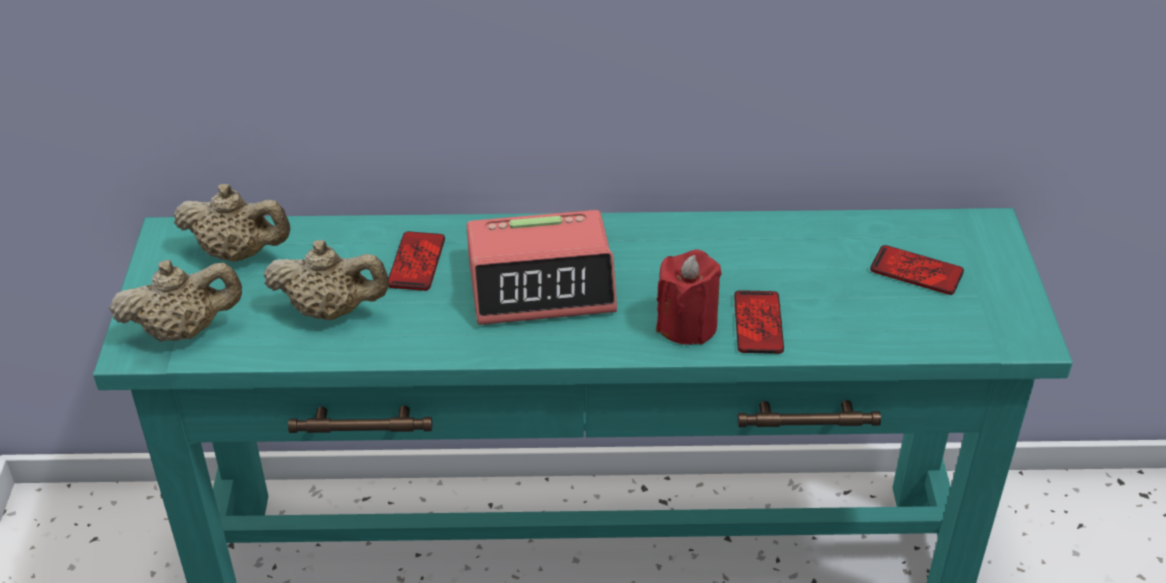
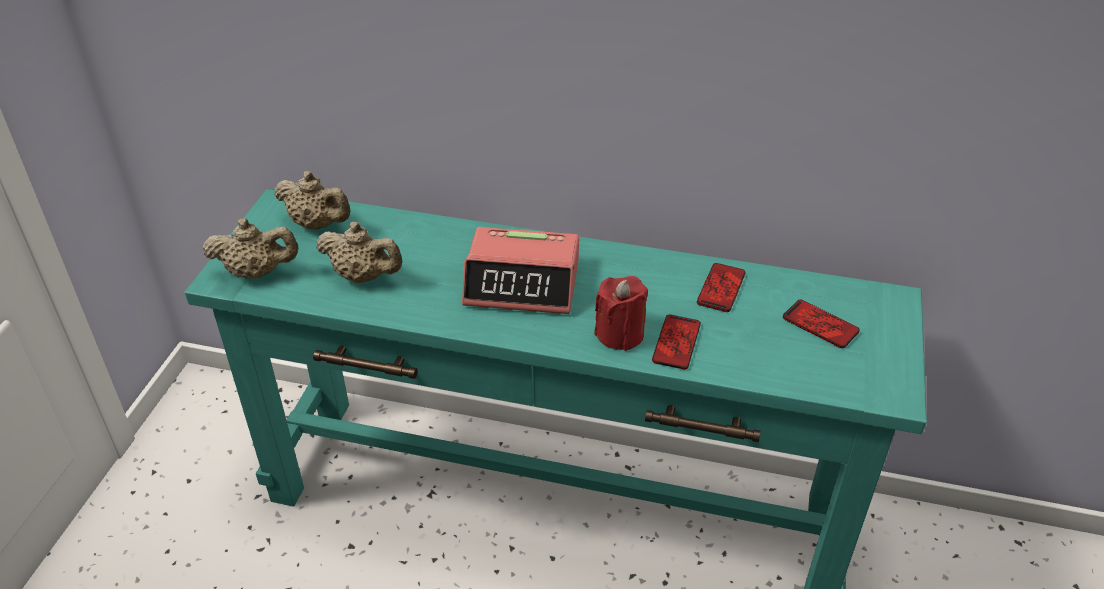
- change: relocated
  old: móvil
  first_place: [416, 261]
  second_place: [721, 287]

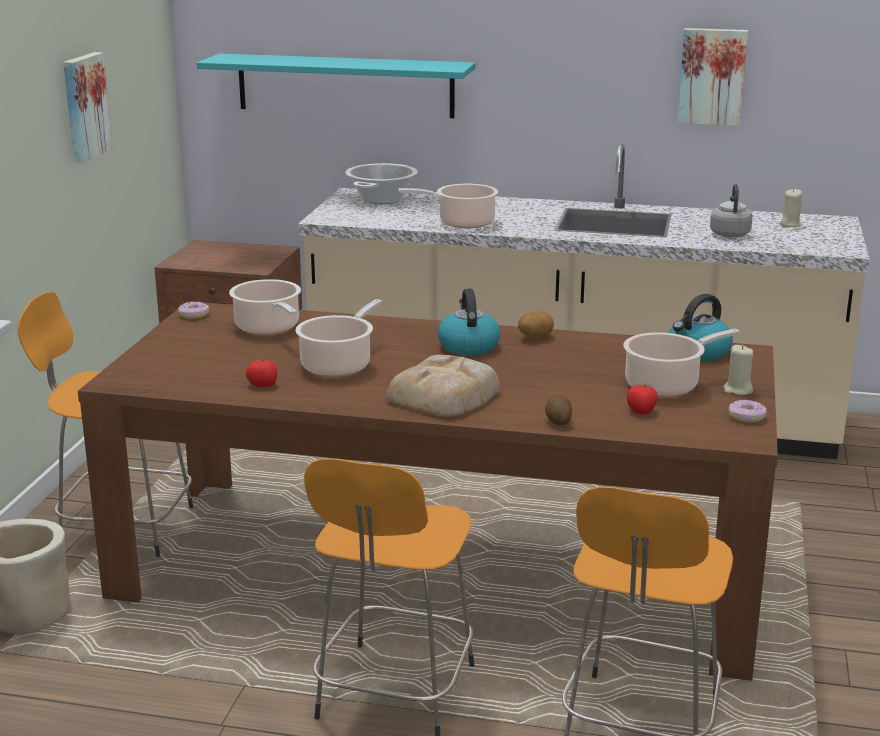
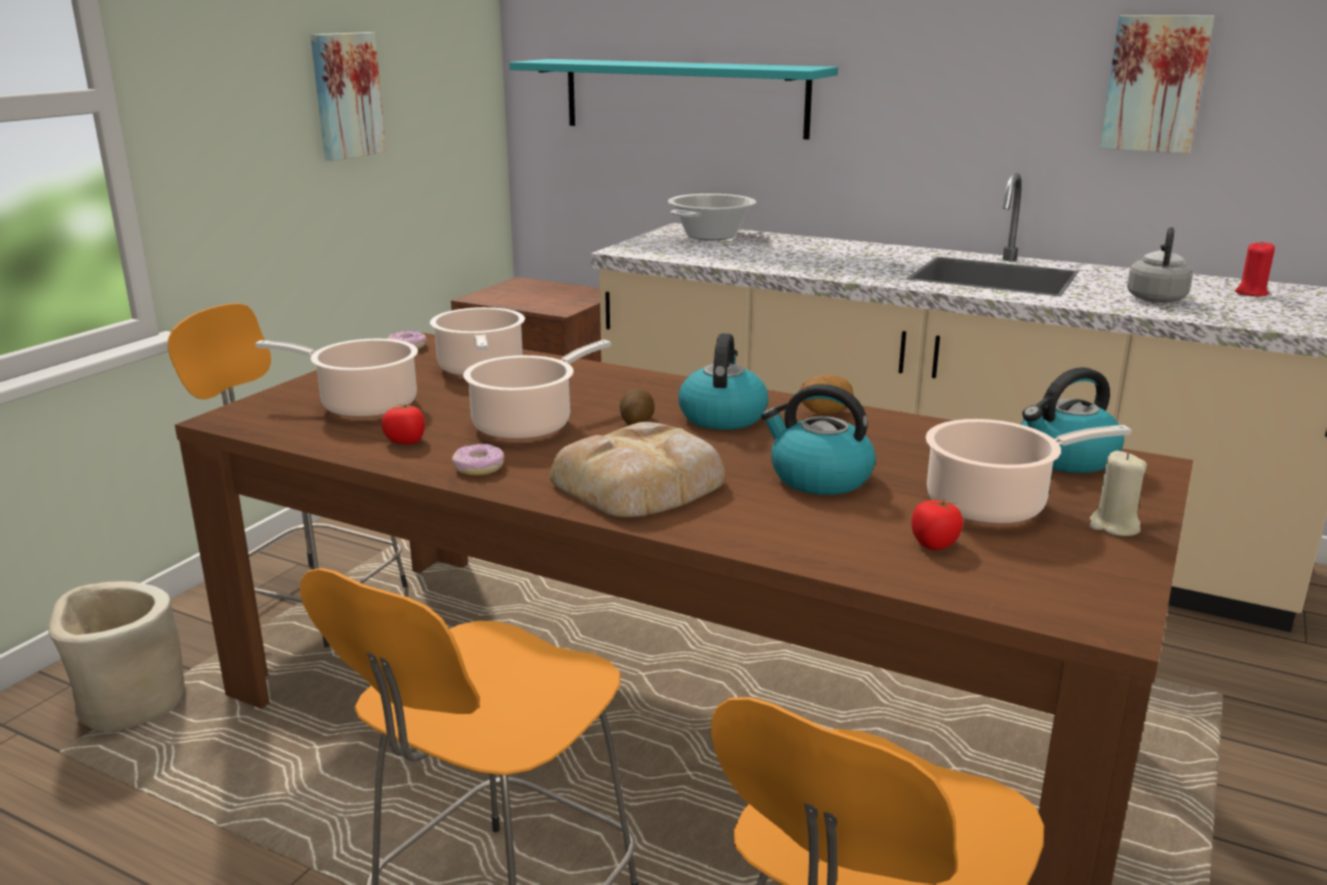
- change: relocated
  old: olla
  first_place: [448, 206]
  second_place: [336, 378]
- change: colour
  old: vela [beis]
  new: vela [rojo]
  first_place: [790, 208]
  second_place: [1255, 268]
- change: relocated
  old: patata
  first_place: [558, 410]
  second_place: [636, 407]
- change: relocated
  old: rosquilla
  first_place: [747, 411]
  second_place: [478, 460]
- change: appeared
  new: hervidor
  second_place: [818, 439]

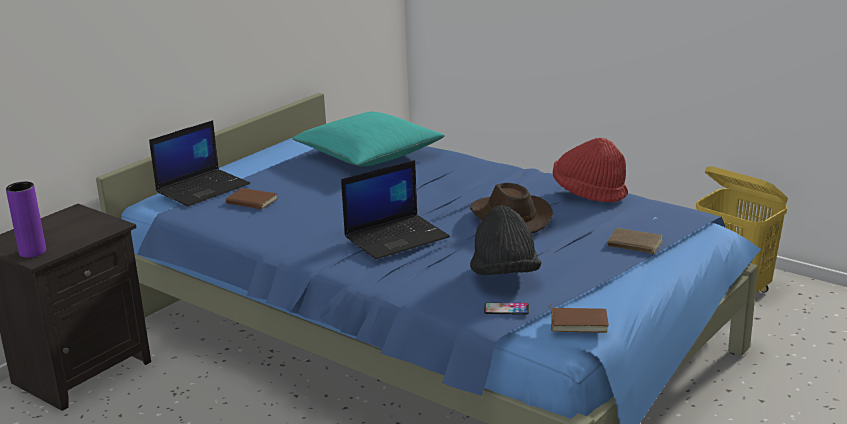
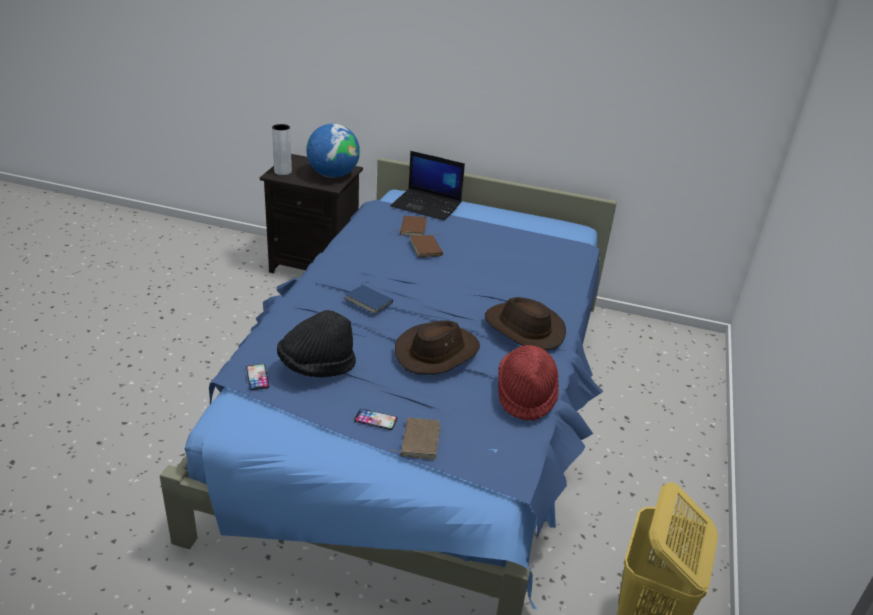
- change: missing
  old: cojín [turquesa]
  first_place: [368, 138]
- change: exchanged
  old: portátil
  new: libro [azul]
  first_place: [395, 209]
  second_place: [369, 298]
- change: colour
  old: florero [morado]
  new: florero [gris]
  first_place: [26, 220]
  second_place: [282, 149]
- change: relocated
  old: libro [marrón]
  first_place: [579, 318]
  second_place: [426, 246]
- change: appeared
  new: globo terráqueo
  second_place: [333, 151]
- change: appeared
  new: sombrero [marrón]
  second_place: [525, 323]
- change: appeared
  new: móvil
  second_place: [375, 419]

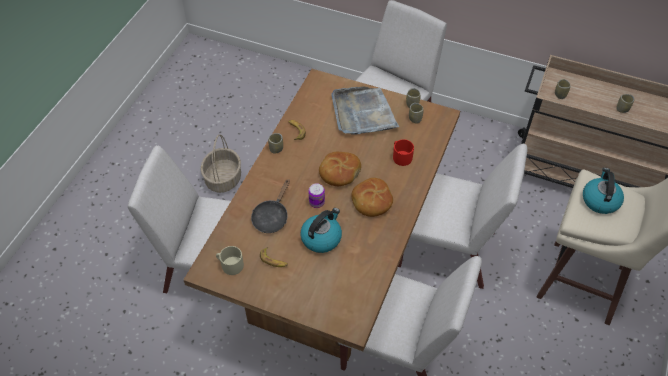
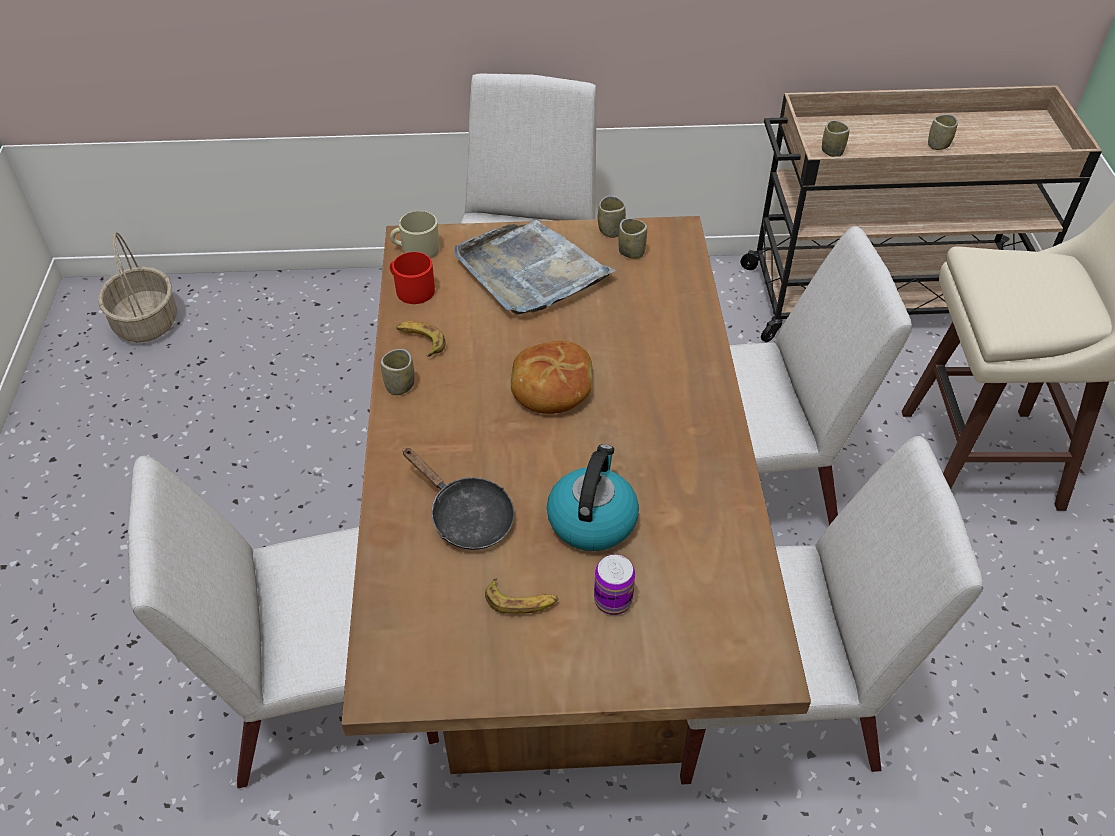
- change: relocated
  old: cesta
  first_place: [220, 163]
  second_place: [137, 287]
- change: relocated
  old: taza grande [rojo]
  first_place: [403, 152]
  second_place: [412, 278]
- change: missing
  old: hervidor
  first_place: [603, 191]
- change: missing
  old: pan
  first_place: [372, 197]
- change: spun
  old: sartén [negro]
  first_place: [270, 206]
  second_place: [458, 499]
  degrees: -45
- change: relocated
  old: lata
  first_place: [316, 195]
  second_place: [614, 585]
- change: relocated
  old: taza grande [beis]
  first_place: [230, 260]
  second_place: [415, 235]

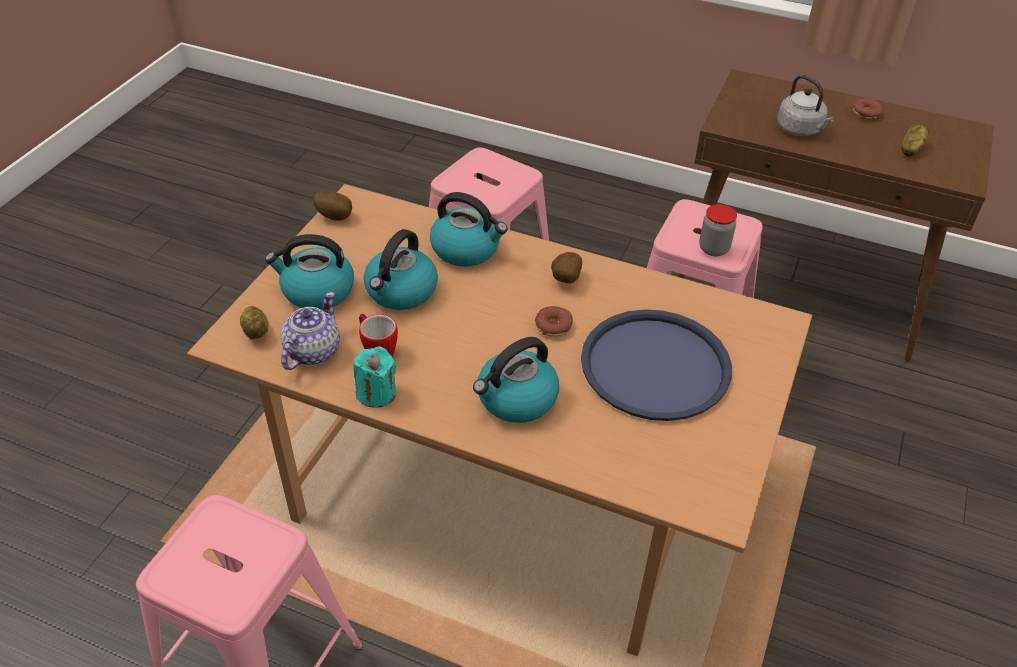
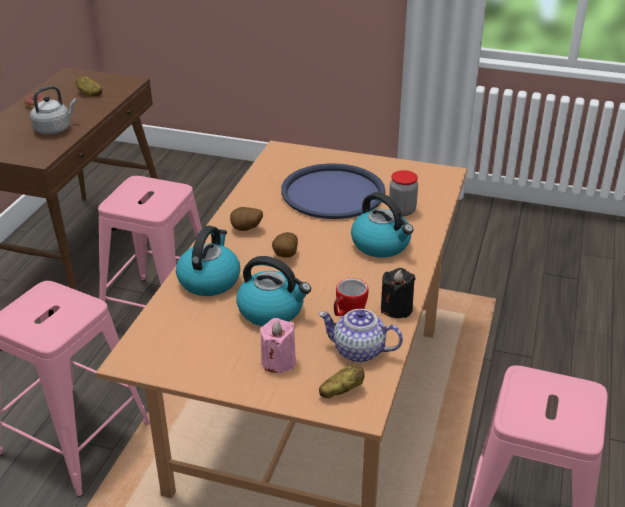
- change: relocated
  old: patata
  first_place: [332, 206]
  second_place: [285, 245]
- change: relocated
  old: tarro
  first_place: [718, 230]
  second_place: [403, 193]
- change: exchanged
  old: hervidor
  new: vela [rosa]
  first_place: [309, 272]
  second_place: [278, 345]
- change: missing
  old: rosquilla
  first_place: [554, 321]
- change: colour
  old: vela [turquesa]
  new: vela [negro]
  first_place: [375, 377]
  second_place: [398, 293]

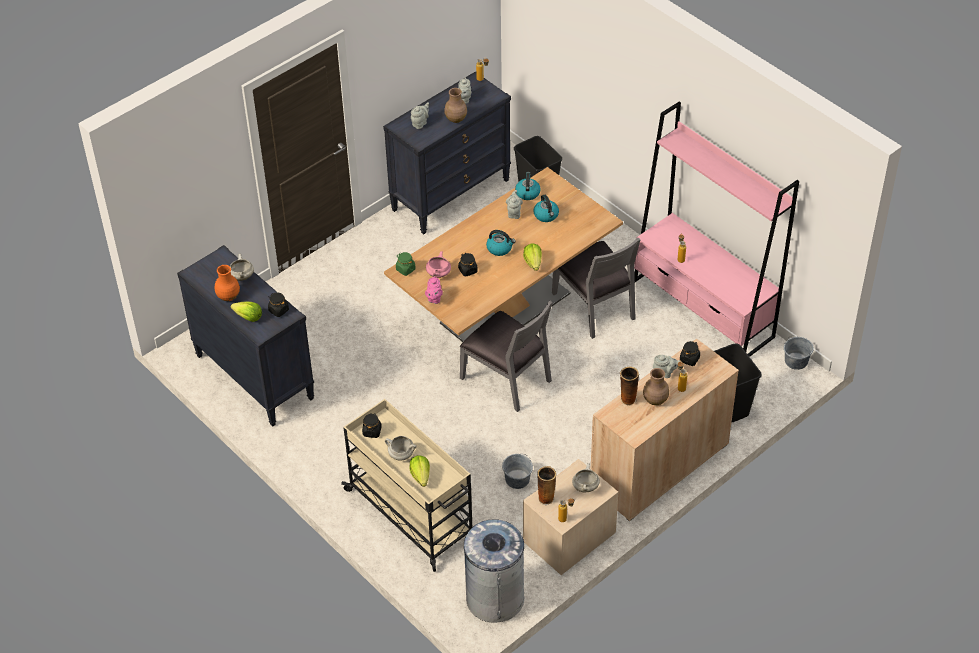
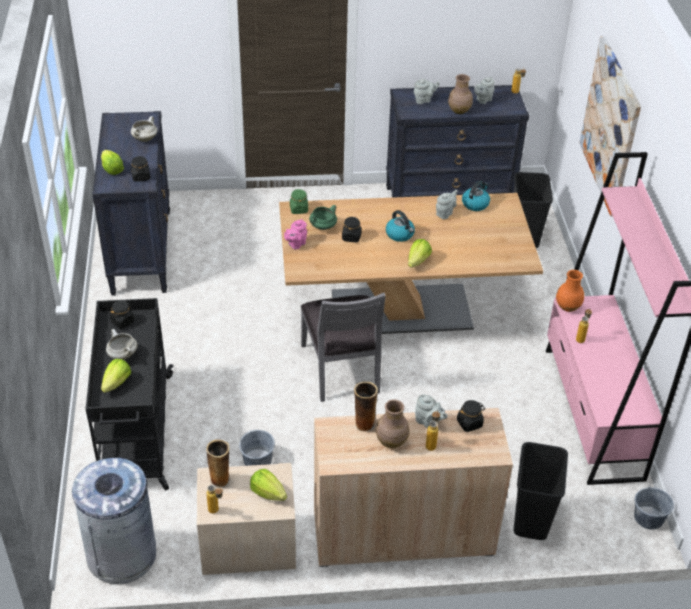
- change: missing
  old: hervidor
  first_place: [546, 208]
- change: missing
  old: silla [gris]
  first_place: [596, 288]
- change: colour
  old: olla [rosa]
  new: olla [verde]
  first_place: [438, 264]
  second_place: [323, 217]
- change: relocated
  old: florero [naranja]
  first_place: [227, 283]
  second_place: [570, 291]
- change: colour
  old: carrito [beis]
  new: carrito [negro]
  first_place: [406, 485]
  second_place: [130, 394]
- change: exchanged
  old: olla [blanco]
  new: lechuga
  first_place: [586, 477]
  second_place: [268, 485]
- change: appeared
  new: cuadro
  second_place: [610, 126]

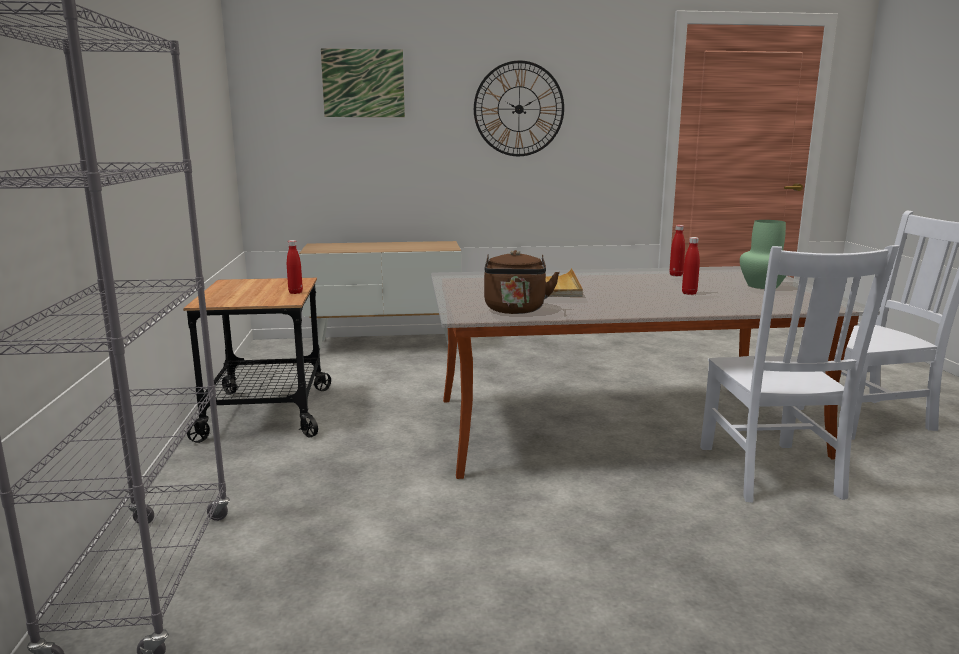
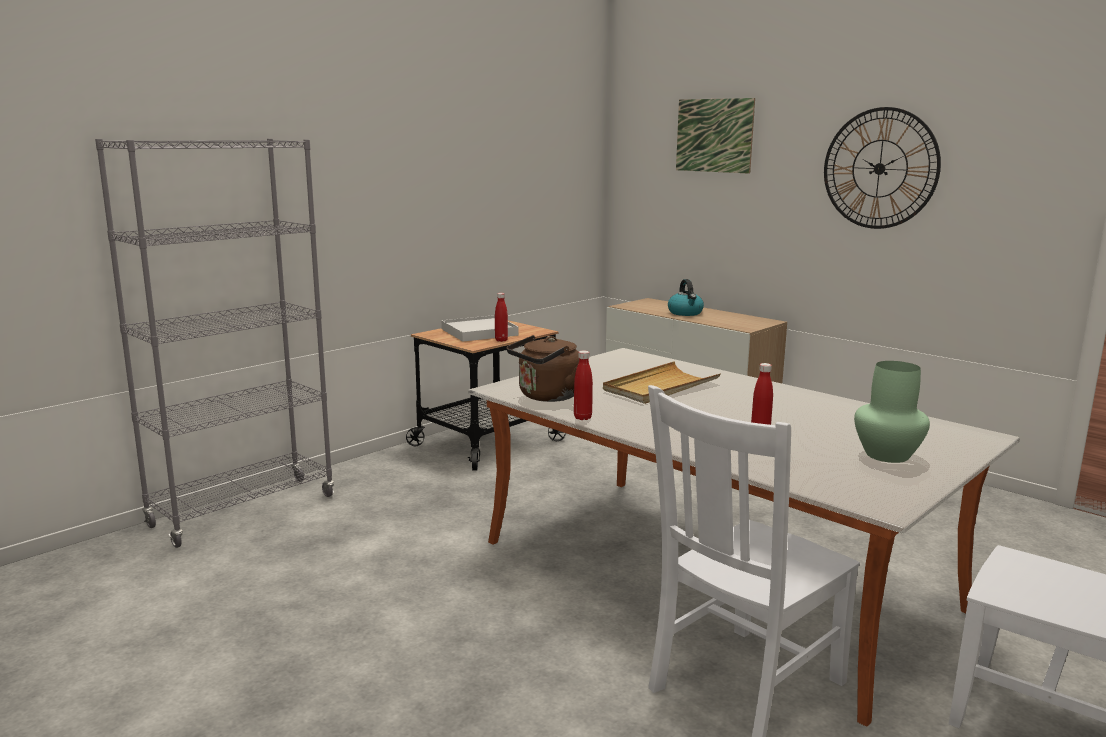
- change: relocated
  old: botella [rojo]
  first_place: [677, 250]
  second_place: [583, 385]
- change: appeared
  new: hervidor
  second_place: [686, 297]
- change: appeared
  new: bandeja [blanco]
  second_place: [480, 328]

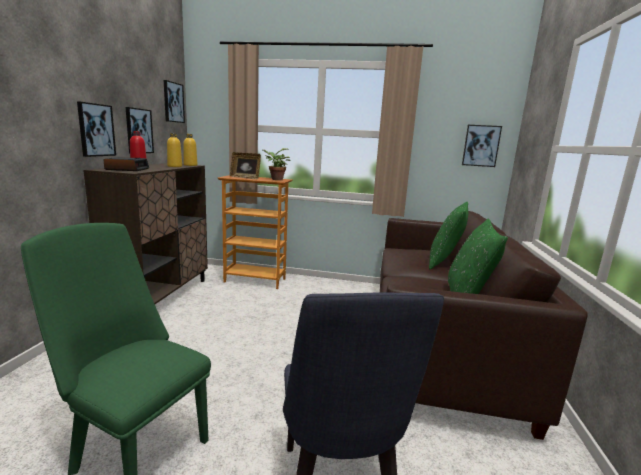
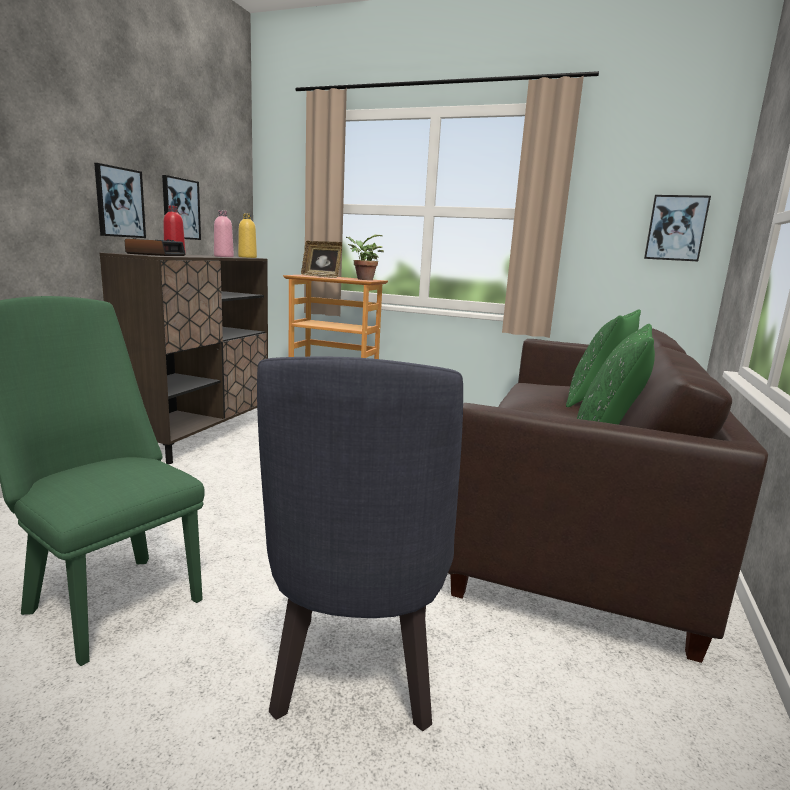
- change: missing
  old: cuadro
  first_place: [174, 101]
- change: colour
  old: botella [amarillo]
  new: botella [rosa]
  first_place: [174, 150]
  second_place: [224, 233]

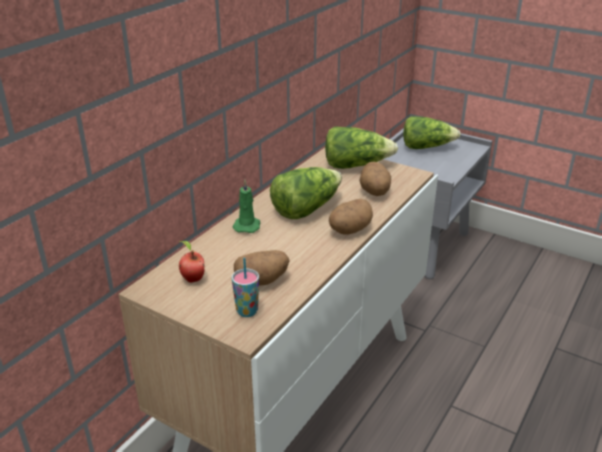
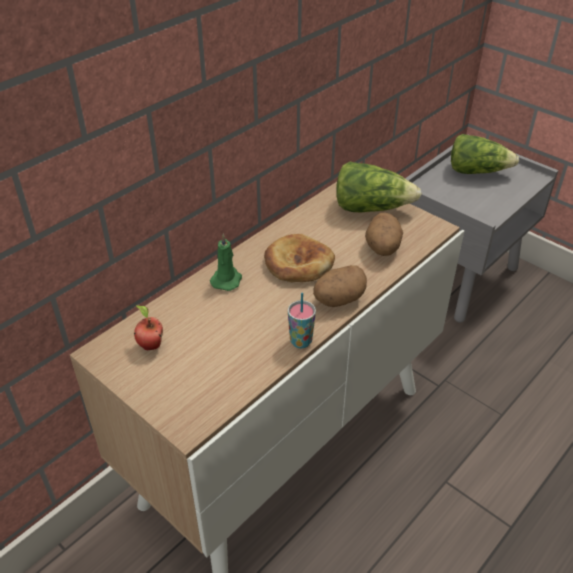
- change: exchanged
  old: lechuga
  new: pan
  first_place: [306, 193]
  second_place: [299, 258]
- change: missing
  old: patata
  first_place: [262, 268]
- change: relocated
  old: taza
  first_place: [245, 287]
  second_place: [302, 320]

